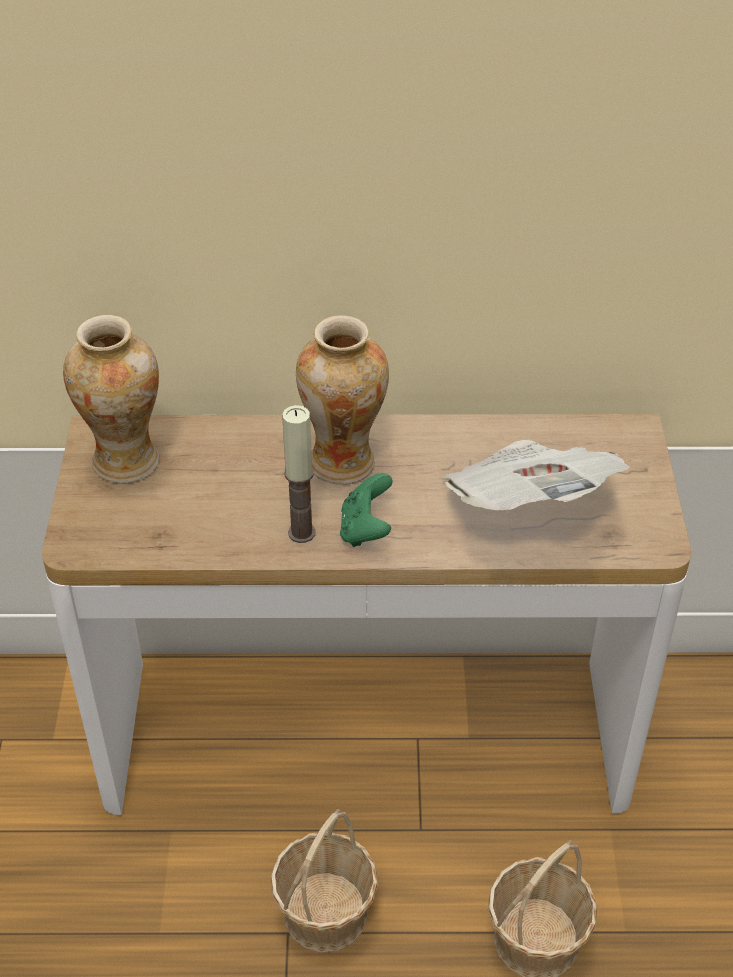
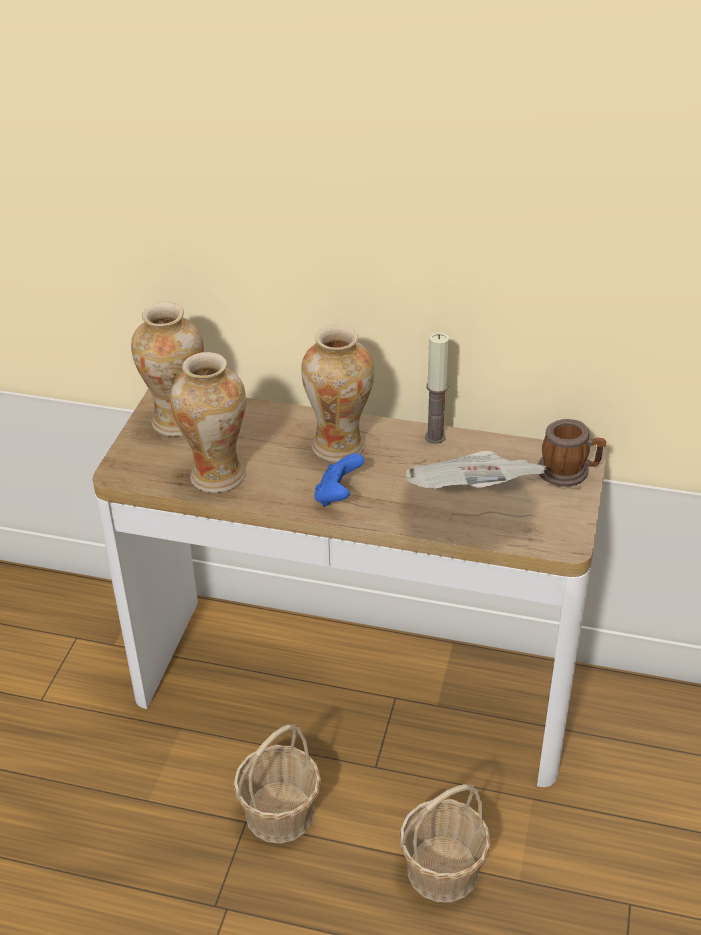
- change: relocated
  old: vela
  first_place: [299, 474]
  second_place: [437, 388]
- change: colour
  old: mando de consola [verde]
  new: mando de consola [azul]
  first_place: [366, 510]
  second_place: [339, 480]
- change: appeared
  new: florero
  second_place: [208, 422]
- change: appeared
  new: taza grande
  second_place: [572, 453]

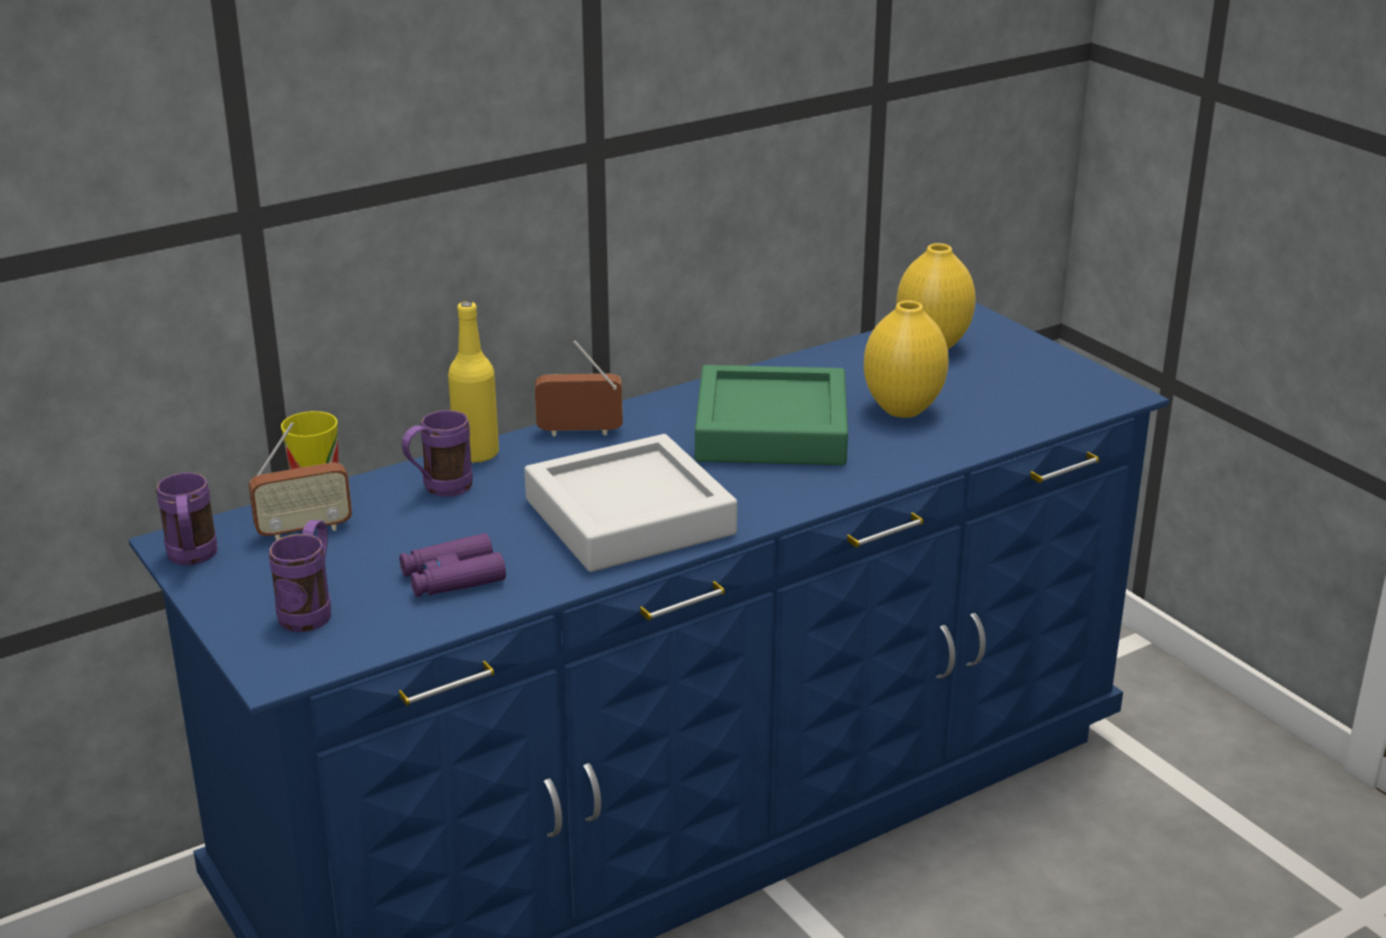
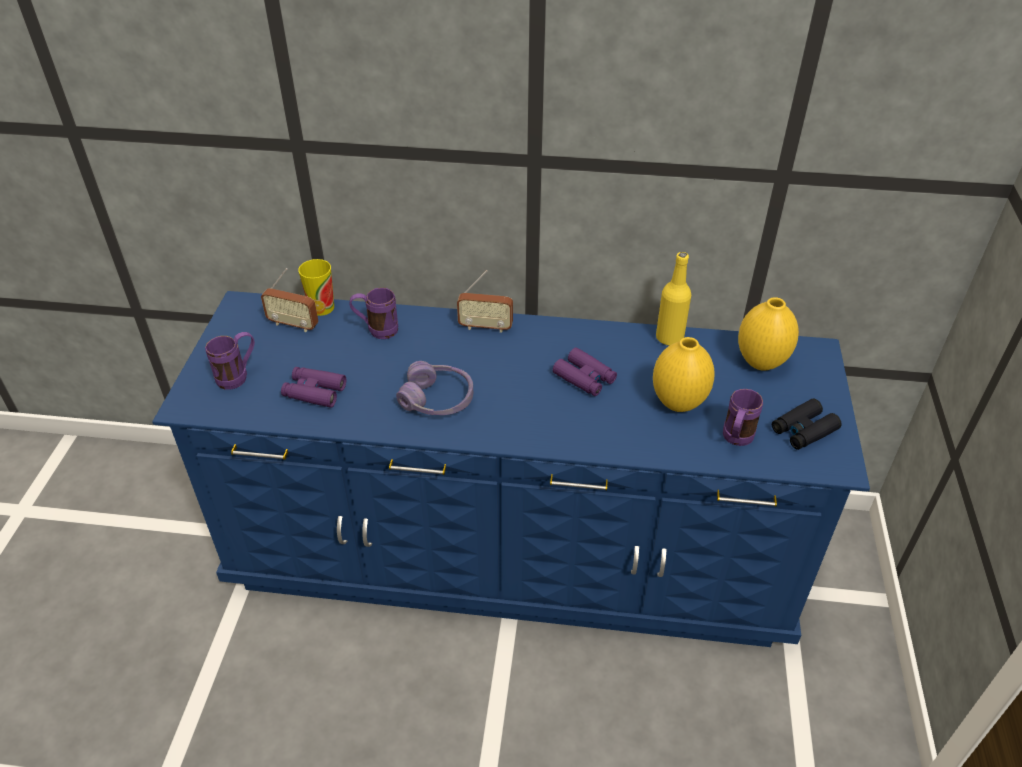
- change: relocated
  old: botella [amarillo]
  first_place: [473, 382]
  second_place: [673, 299]
- change: spun
  old: radio
  first_place: [579, 388]
  second_place: [485, 301]
  degrees: 150
- change: exchanged
  old: bandeja [verde]
  new: prismáticos [morado]
  first_place: [771, 415]
  second_place: [585, 371]
- change: exchanged
  old: bandeja [gris]
  new: auriculares [morado]
  first_place: [630, 503]
  second_place: [434, 388]
- change: relocated
  old: taza grande [morado]
  first_place: [187, 518]
  second_place: [743, 417]
- change: appeared
  new: prismáticos [negro]
  second_place: [807, 424]

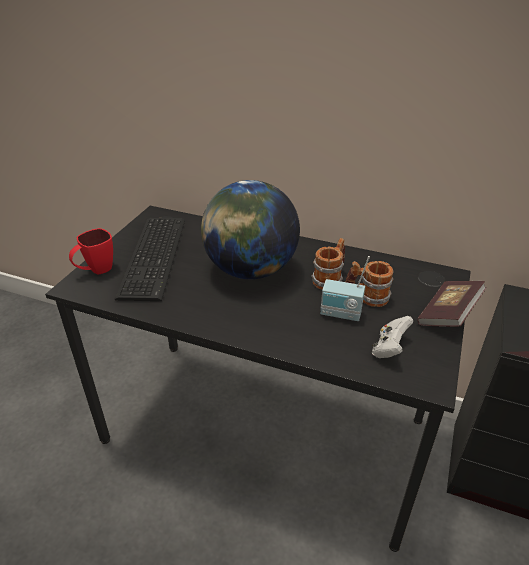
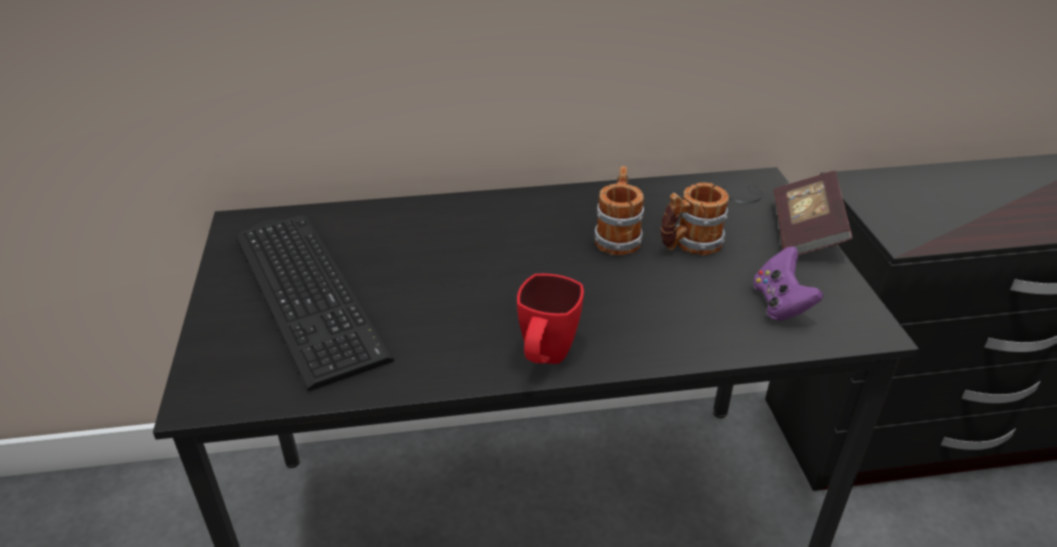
- change: missing
  old: globo terráqueo
  first_place: [250, 229]
- change: relocated
  old: taza grande [rojo]
  first_place: [91, 251]
  second_place: [550, 319]
- change: missing
  old: radio
  first_place: [345, 288]
- change: colour
  old: mando de consola [blanco]
  new: mando de consola [morado]
  first_place: [392, 337]
  second_place: [788, 283]

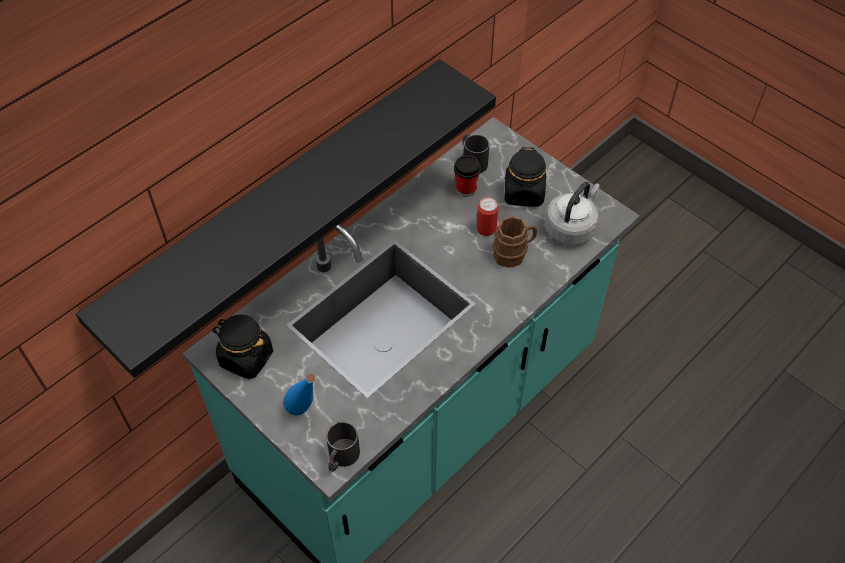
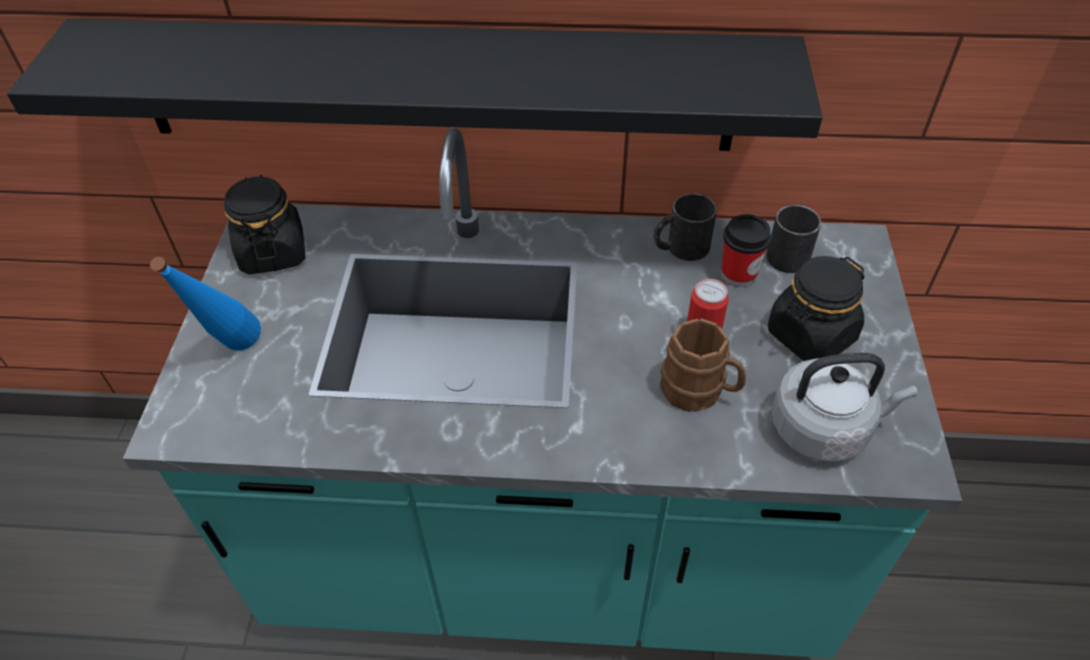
- change: relocated
  old: taza grande [negro]
  first_place: [343, 447]
  second_place: [685, 227]

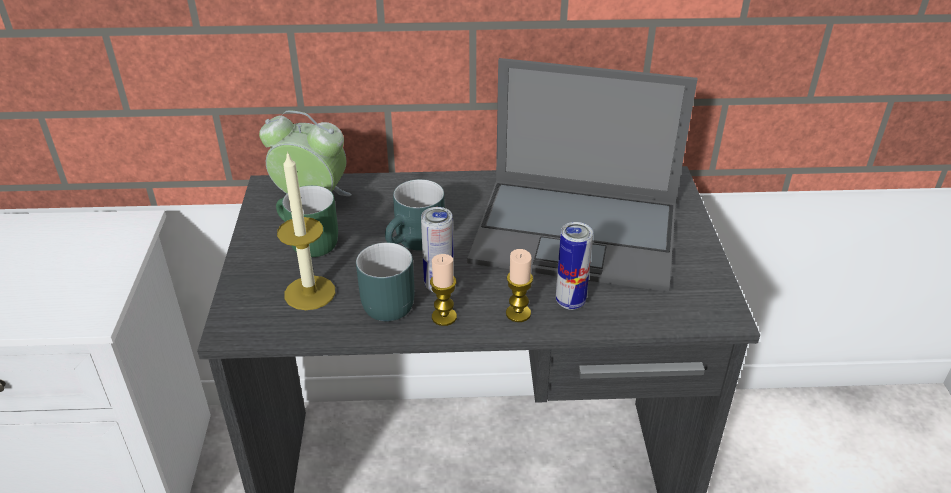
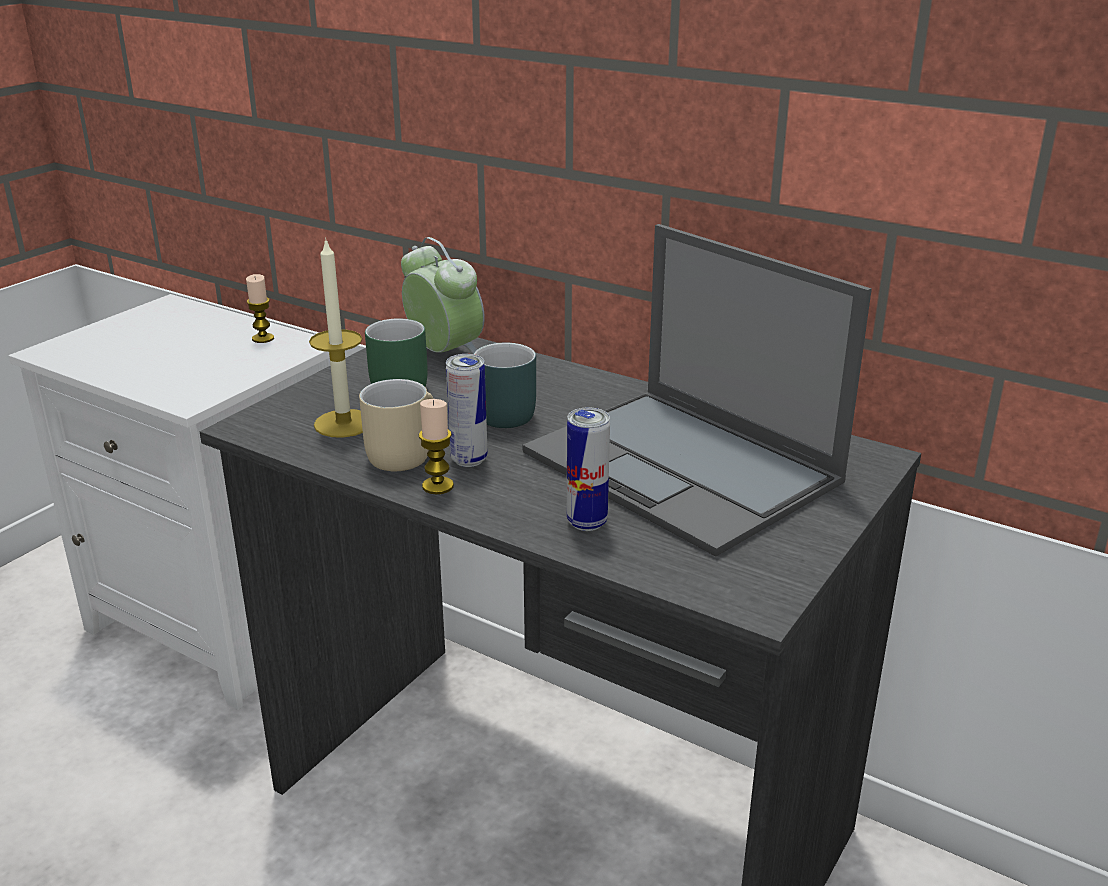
- change: colour
  old: taza grande [turquesa]
  new: taza grande [beis]
  first_place: [385, 282]
  second_place: [396, 425]
- change: relocated
  old: vela
  first_place: [519, 285]
  second_place: [260, 308]

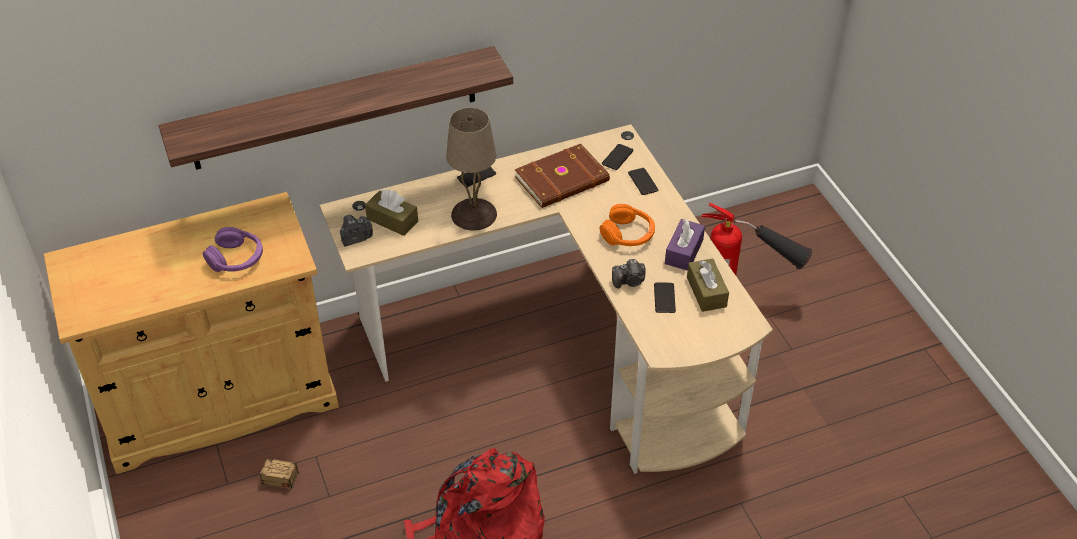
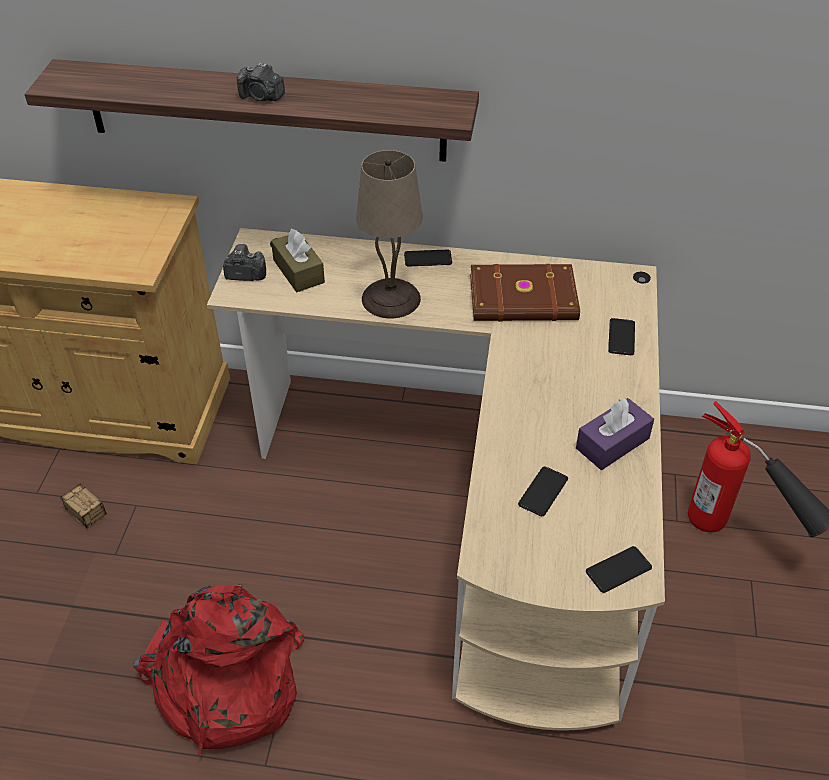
- change: relocated
  old: móvil
  first_place: [618, 157]
  second_place: [619, 569]
- change: missing
  old: auriculares [naranja]
  first_place: [627, 225]
- change: missing
  old: auriculares [morado]
  first_place: [233, 249]
- change: missing
  old: caja de pañuelos [marrón]
  first_place: [708, 285]
- change: relocated
  old: cámara
  first_place: [629, 274]
  second_place: [261, 82]

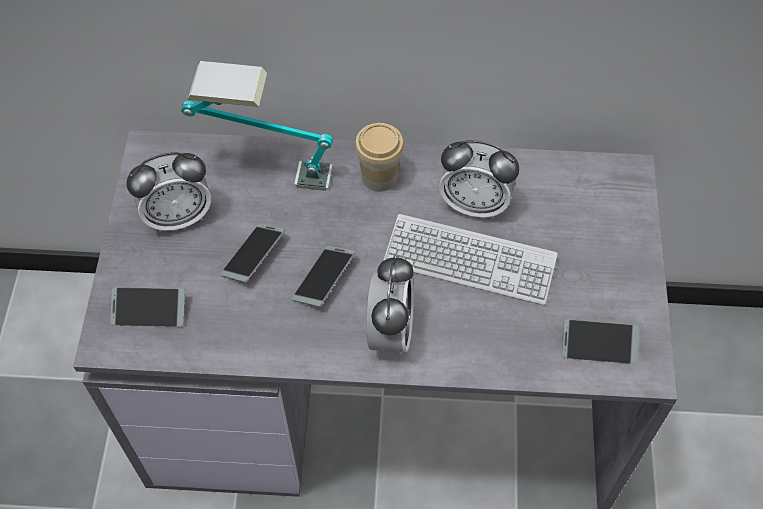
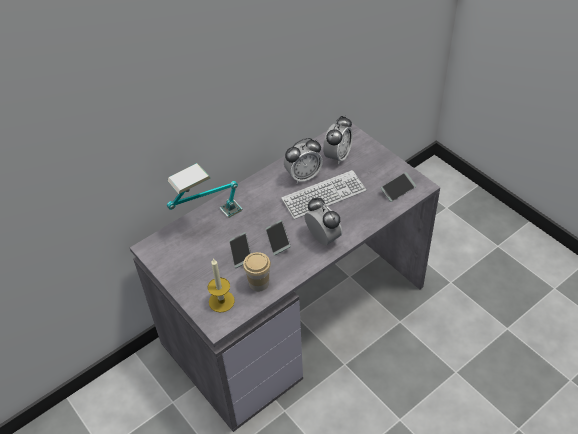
- change: relocated
  old: taza
  first_place: [379, 157]
  second_place: [257, 271]
- change: relocated
  old: despertador
  first_place: [168, 192]
  second_place: [338, 140]
- change: exchanged
  old: móvil
  new: vela
  first_place: [147, 307]
  second_place: [221, 285]

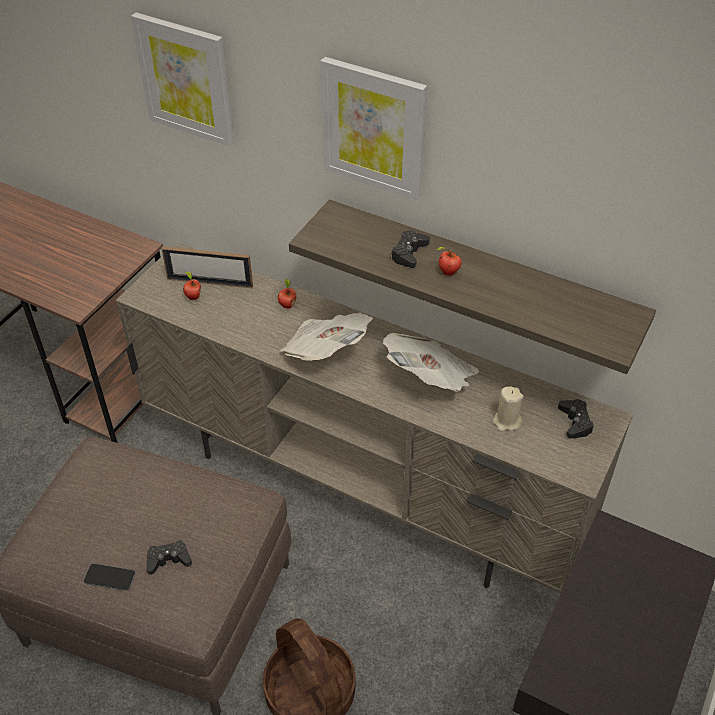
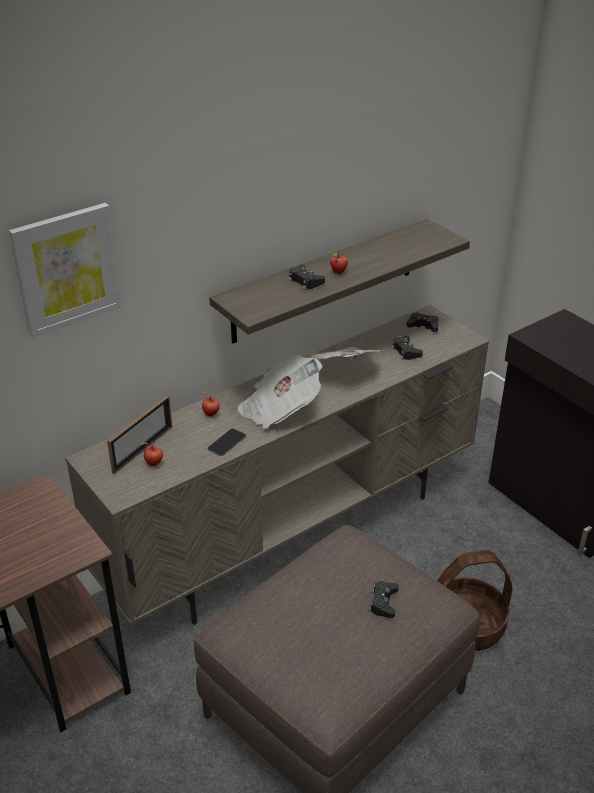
- change: missing
  old: cuadro
  first_place: [373, 128]
- change: exchanged
  old: vela [beis]
  new: mando de consola [negro]
  first_place: [508, 409]
  second_place: [407, 348]
- change: relocated
  old: móvil
  first_place: [110, 577]
  second_place: [227, 442]

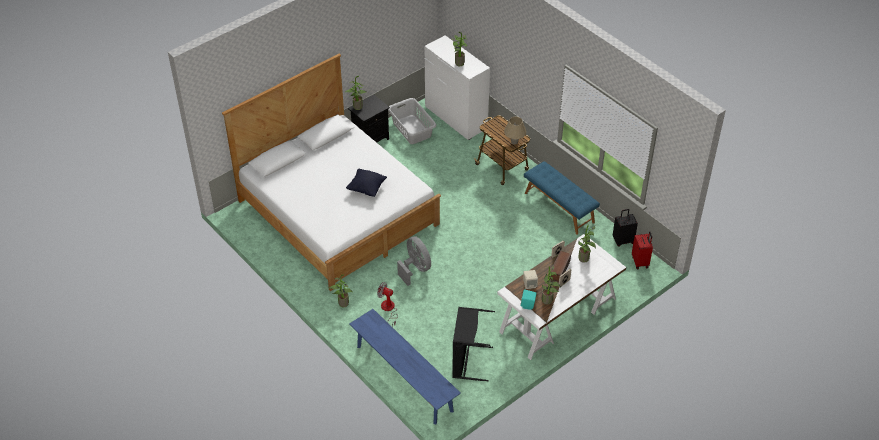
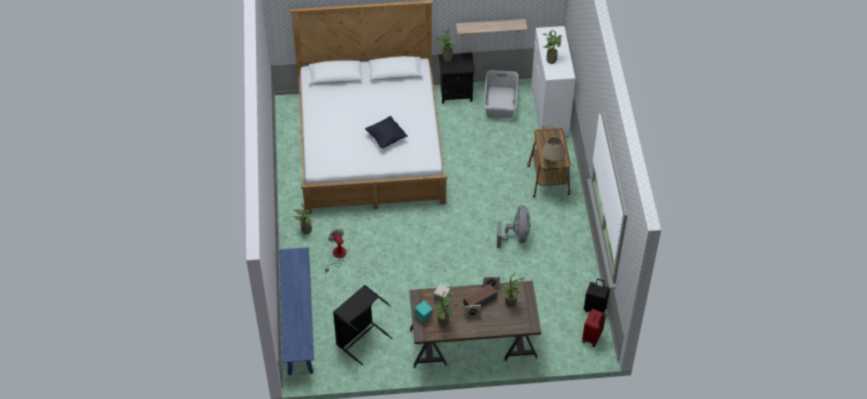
- change: missing
  old: banco [azul]
  first_place: [562, 198]
- change: colour
  old: escritorio [blanco]
  new: escritorio [marrón]
  first_place: [561, 297]
  second_place: [475, 324]
- change: relocated
  old: ventilador [gris]
  first_place: [414, 261]
  second_place: [514, 226]
- change: appeared
  new: estante
  second_place: [491, 27]

